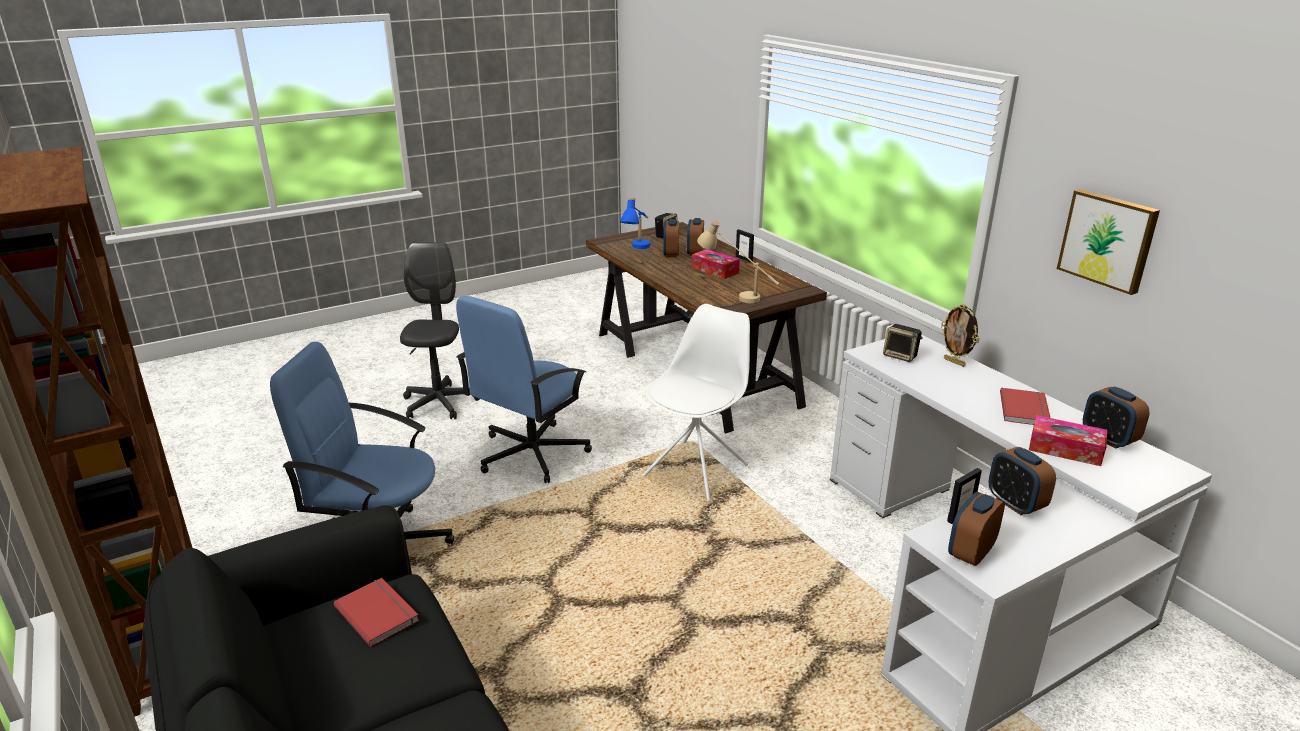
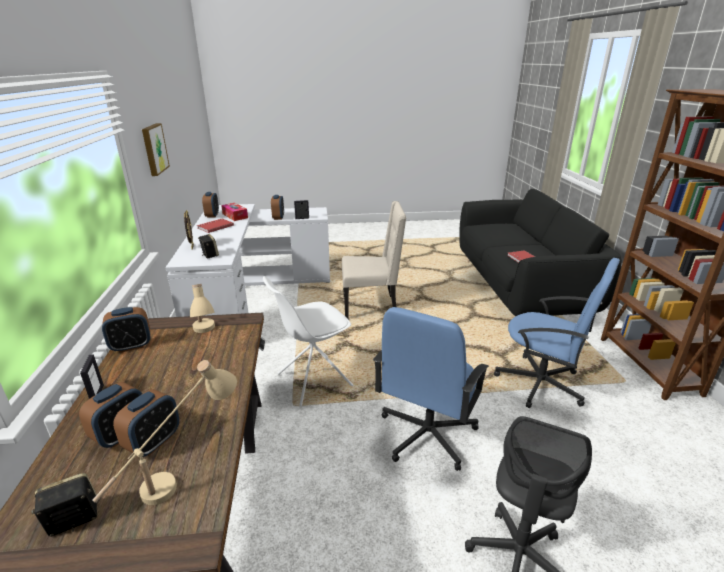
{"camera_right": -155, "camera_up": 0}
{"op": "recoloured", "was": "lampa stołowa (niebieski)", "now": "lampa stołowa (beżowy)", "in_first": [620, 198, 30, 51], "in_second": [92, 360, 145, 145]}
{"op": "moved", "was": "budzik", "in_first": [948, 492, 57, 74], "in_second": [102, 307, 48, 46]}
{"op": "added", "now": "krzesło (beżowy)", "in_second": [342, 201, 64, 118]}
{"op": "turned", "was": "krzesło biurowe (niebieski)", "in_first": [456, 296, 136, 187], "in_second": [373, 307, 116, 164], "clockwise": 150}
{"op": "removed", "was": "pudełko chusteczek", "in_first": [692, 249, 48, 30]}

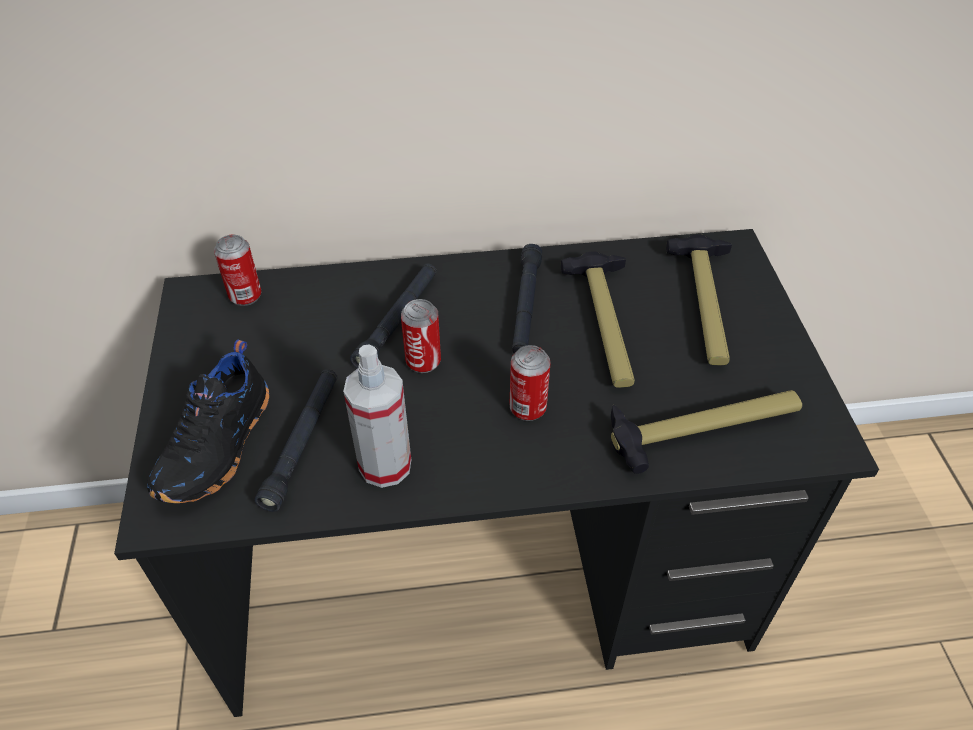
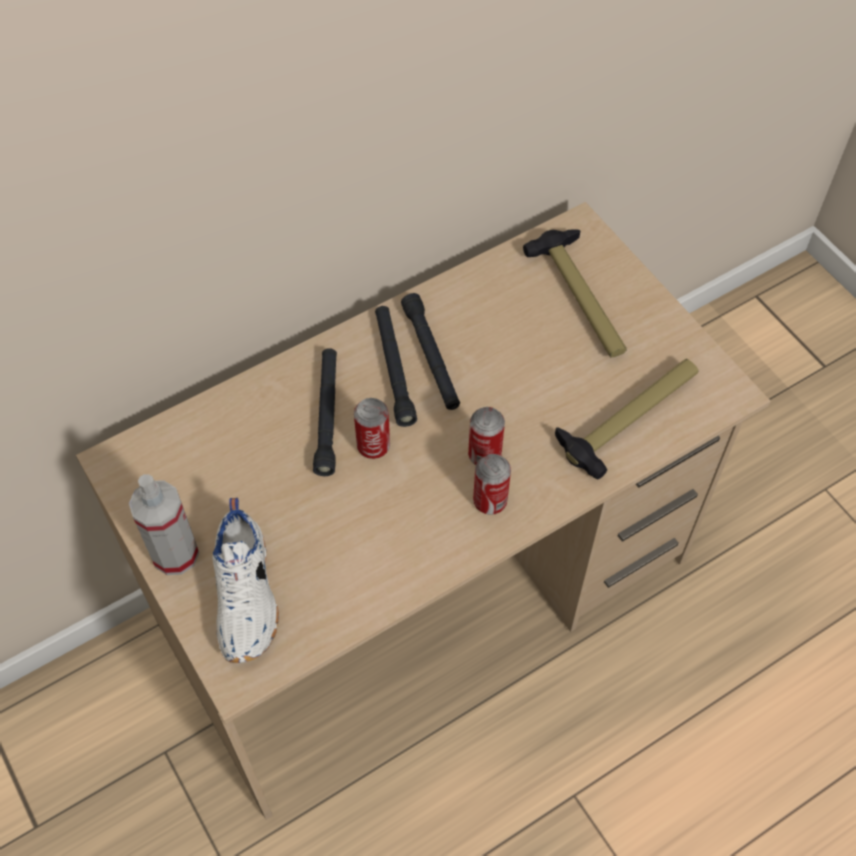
{"camera_right": -25, "camera_up": 10}
{"op": "recoloured", "was": "biurko (czarny)", "now": "biurko (beżowy)", "in_first": [114, 229, 765, 488], "in_second": [76, 202, 694, 618]}
{"op": "moved", "was": "spryskiwacz", "in_first": [343, 345, 68, 143], "in_second": [129, 474, 70, 101]}
{"op": "recoloured", "was": "but (czarny)", "now": "but (biały)", "in_first": [147, 339, 122, 164], "in_second": [212, 498, 67, 165]}
{"op": "moved", "was": "latarka (czarny)", "in_first": [254, 369, 84, 143], "in_second": [375, 306, 42, 121]}
{"op": "moved", "was": "puszka", "in_first": [214, 235, 48, 71], "in_second": [473, 454, 38, 61]}
{"op": "removed", "was": "młotek", "in_first": [561, 251, 74, 137]}

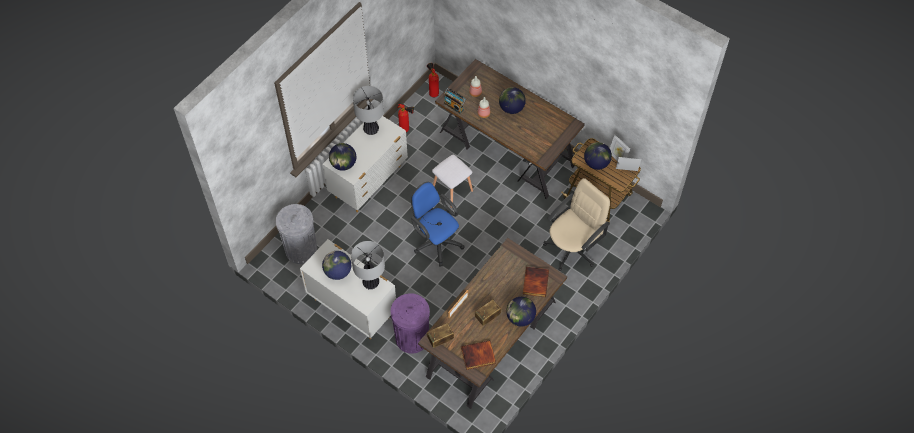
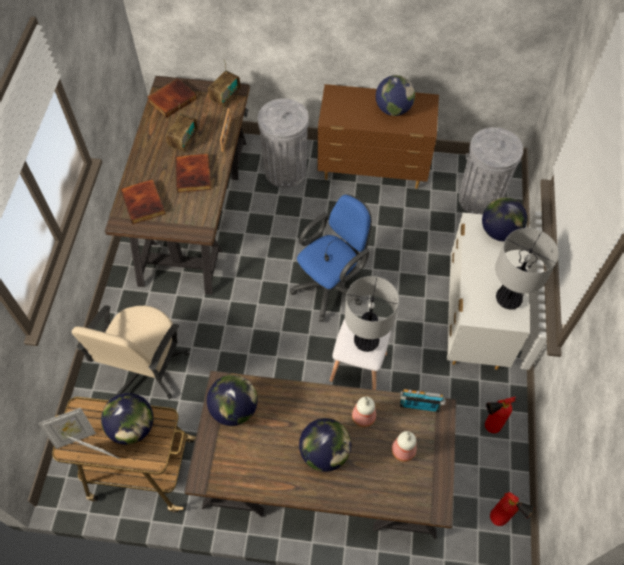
{"camera_right": 150, "camera_up": 0}
{"op": "added", "now": "książka", "in_second": [175, 154, 36, 39]}
{"op": "moved", "was": "globus", "in_first": [506, 297, 30, 29], "in_second": [207, 375, 51, 51]}
{"op": "recoloured", "was": "kosz na śmieci (fioletowy)", "now": "kosz na śmieci (szary)", "in_first": [391, 293, 39, 61], "in_second": [258, 98, 51, 90]}
{"op": "turned", "was": "krzesło biurowe (niebieski)", "in_first": [411, 182, 54, 84], "in_second": [290, 194, 81, 128], "clockwise": -60}
{"op": "recoloured", "was": "komoda (biały)", "now": "komoda (brązowy)", "in_first": [300, 239, 96, 101], "in_second": [317, 84, 122, 105]}
{"op": "moved", "was": "lampa stołowa", "in_first": [351, 241, 34, 48], "in_second": [345, 276, 54, 76]}

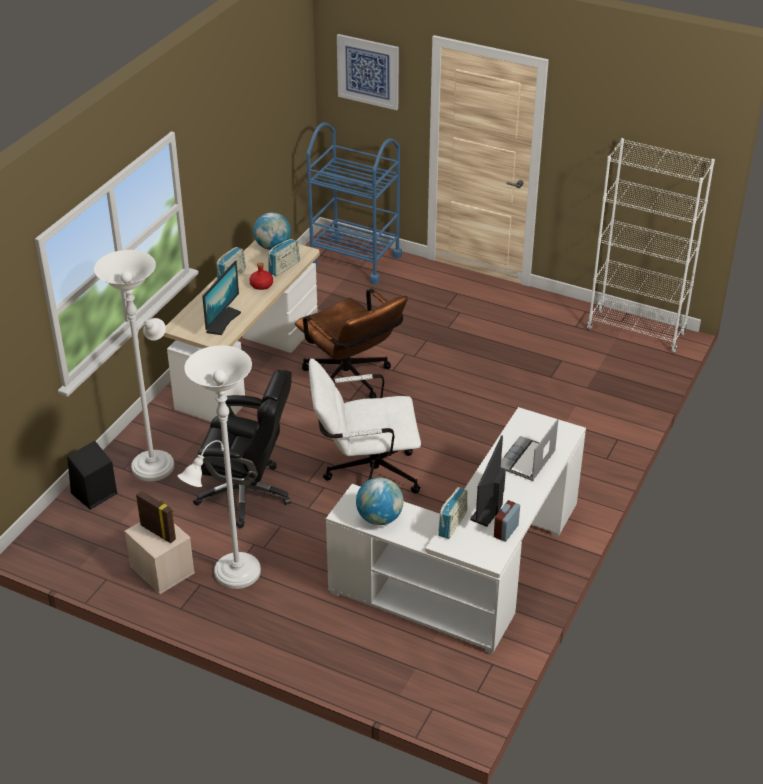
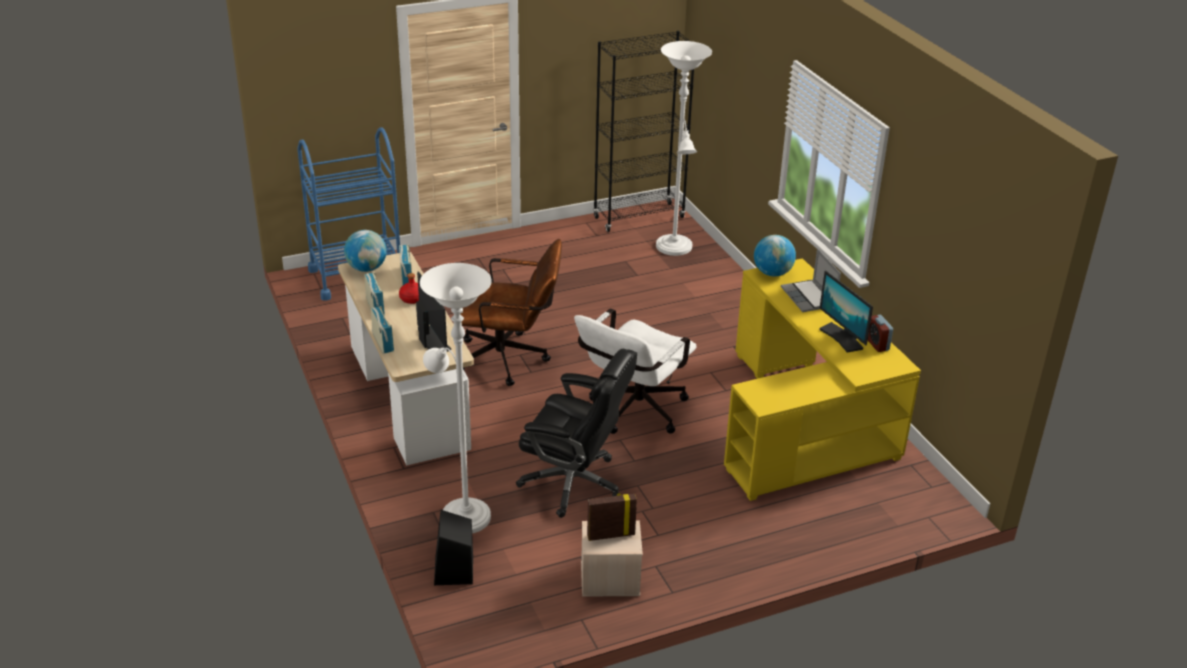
{"camera_right": -50, "camera_up": -5}
{"op": "moved", "was": "radio", "in_first": [438, 487, 29, 52], "in_second": [371, 306, 23, 48]}
{"op": "turned", "was": "krzesło biurowe (czarny)", "in_first": [193, 370, 99, 158], "in_second": [516, 349, 121, 169], "clockwise": 60}
{"op": "recoloured", "was": "regał (biały)", "now": "regał (czarny)", "in_first": [587, 138, 128, 215], "in_second": [593, 31, 101, 201]}
{"op": "moved", "was": "lampa stojąca (biały)", "in_first": [178, 345, 83, 244], "in_second": [656, 41, 56, 215]}
{"op": "recoloured", "was": "biurko (biały)", "now": "biurko (żółty)", "in_first": [326, 407, 260, 247], "in_second": [724, 258, 197, 243]}
{"op": "moved", "was": "globus", "in_first": [356, 478, 48, 47], "in_second": [754, 235, 42, 41]}
{"op": "removed", "was": "obraz", "in_first": [337, 34, 62, 76]}

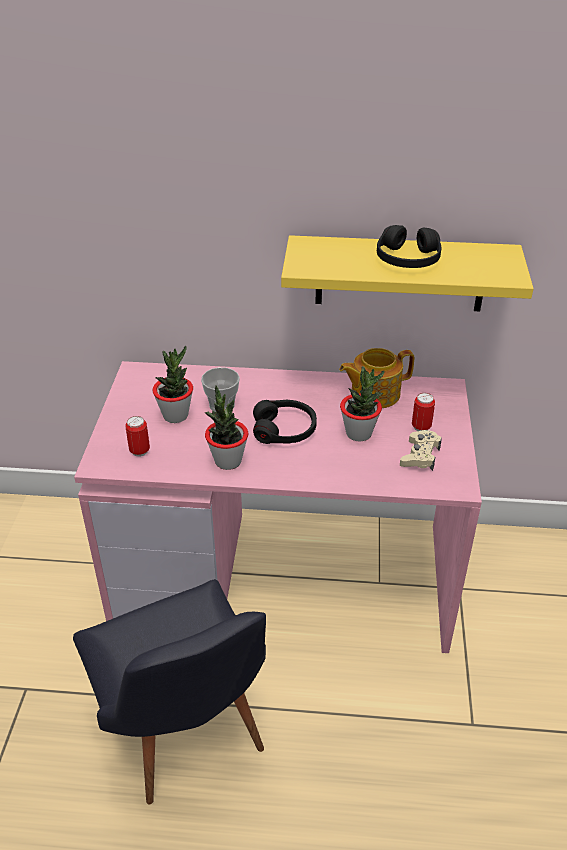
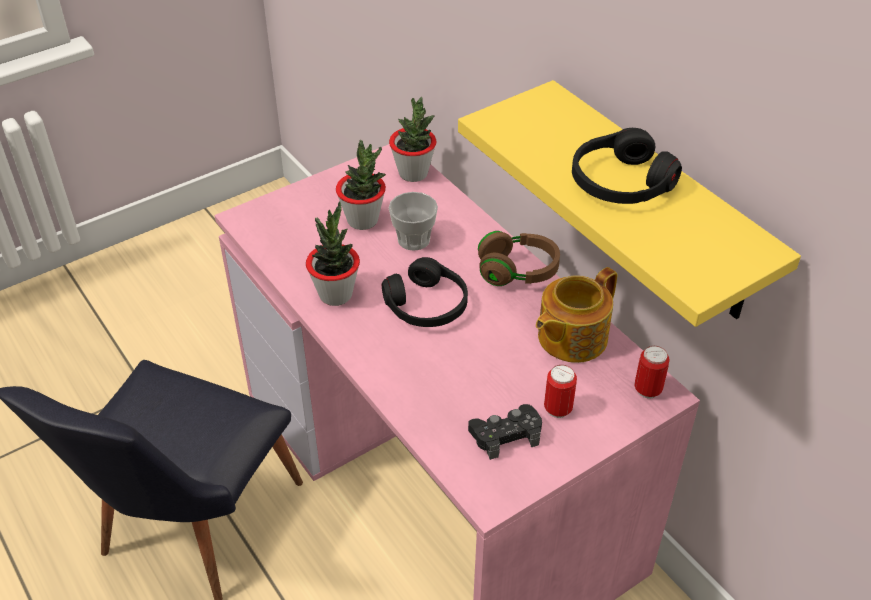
{"camera_right": 50, "camera_up": 5}
{"op": "moved", "was": "roślina doniczkowa", "in_first": [340, 366, 45, 75], "in_second": [389, 97, 47, 85]}
{"op": "recoloured", "was": "pad do gier (beżowy)", "now": "pad do gier (czarny)", "in_first": [400, 430, 42, 41], "in_second": [468, 404, 74, 56]}
{"op": "added", "now": "słuchawki (brązowy)", "in_second": [478, 231, 82, 55]}
{"op": "turned", "was": "imbryk", "in_first": [339, 348, 75, 60], "in_second": [536, 267, 81, 96], "clockwise": -75}
{"op": "moved", "was": "puszka", "in_first": [125, 416, 25, 41], "in_second": [635, 346, 35, 53]}

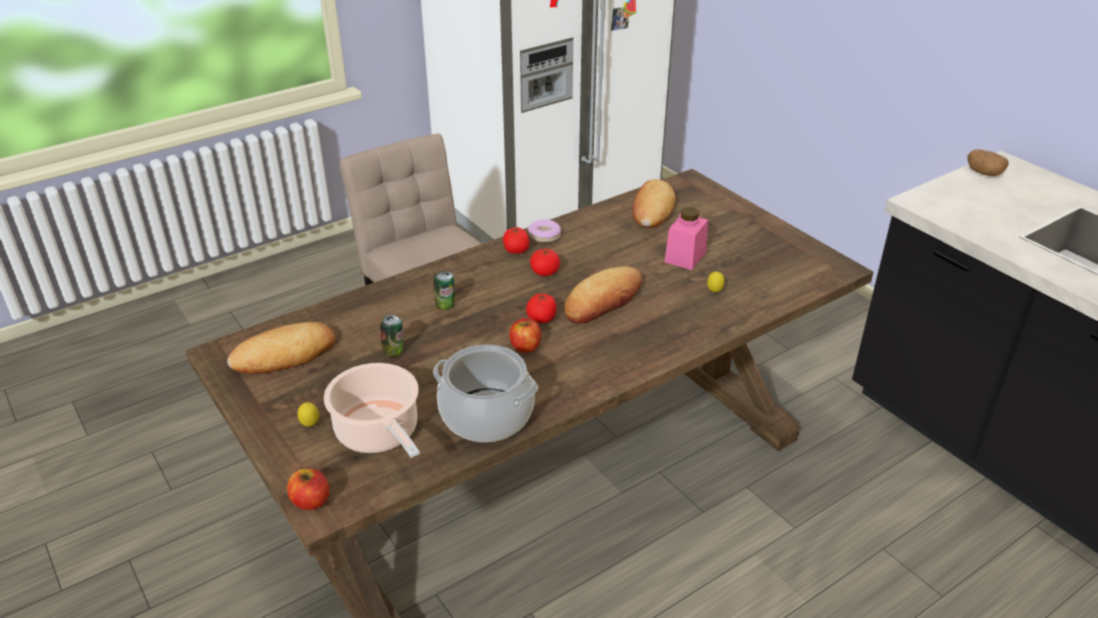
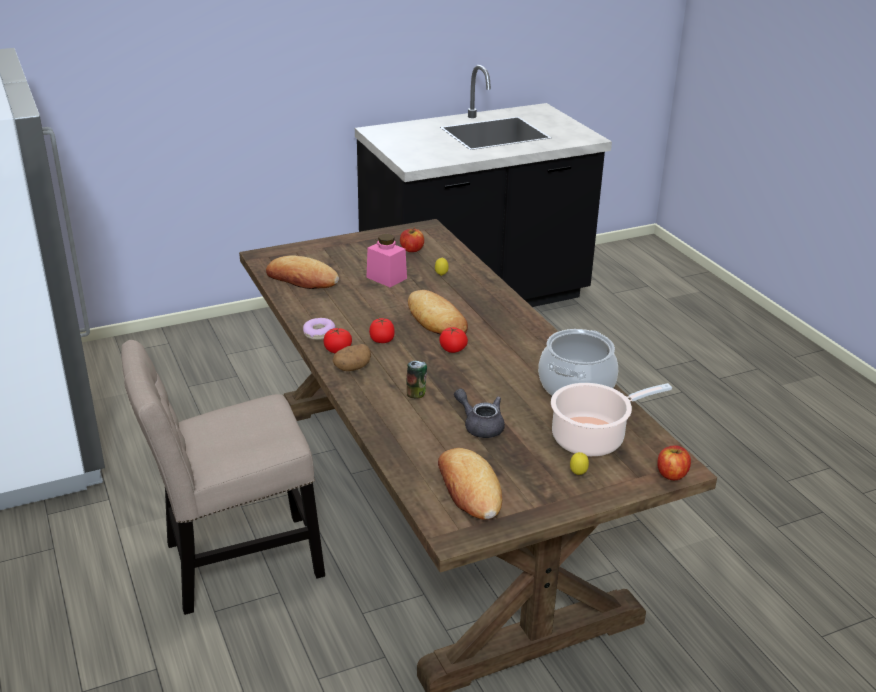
{"camera_right": -80, "camera_up": -5}
{"op": "moved", "was": "ziemniak", "in_first": [967, 149, 42, 27], "in_second": [333, 344, 38, 27]}
{"op": "moved", "was": "jabłko", "in_first": [509, 318, 32, 35], "in_second": [400, 227, 24, 25]}
{"op": "replaced", "was": "puszka", "now": "imbryk (szary)", "in_first": [380, 315, 24, 42], "in_second": [454, 389, 51, 49]}

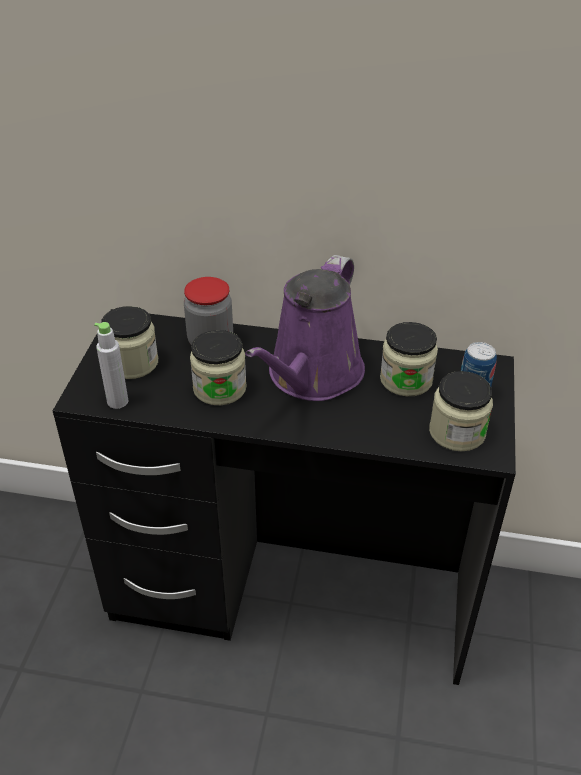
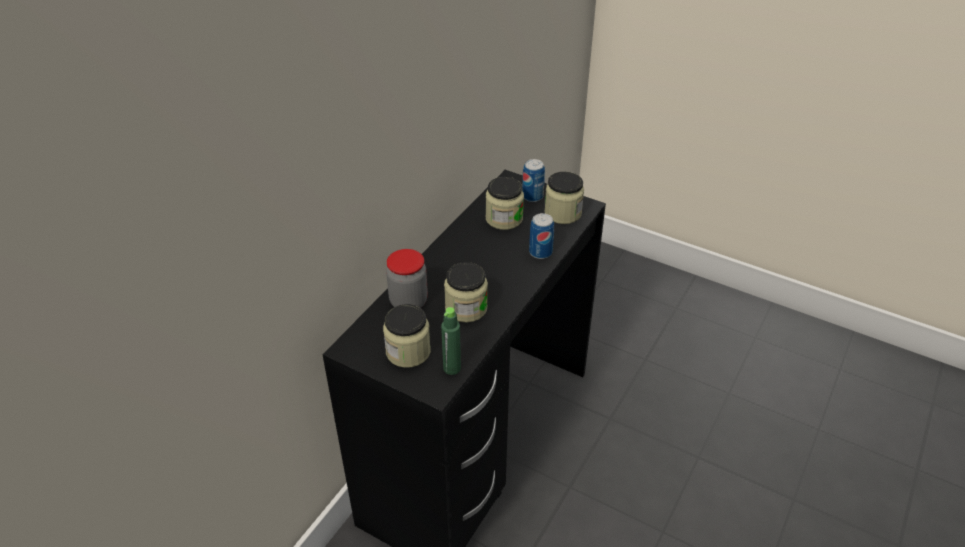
{"camera_right": -70, "camera_up": 0}
{"op": "recoloured", "was": "butelka (szary)", "now": "butelka (zielony)", "in_first": [94, 322, 34, 87], "in_second": [441, 307, 20, 68]}
{"op": "added", "now": "puszka", "in_second": [529, 213, 25, 46]}
{"op": "removed", "was": "konewka (fioletowy)", "in_first": [245, 255, 120, 146]}

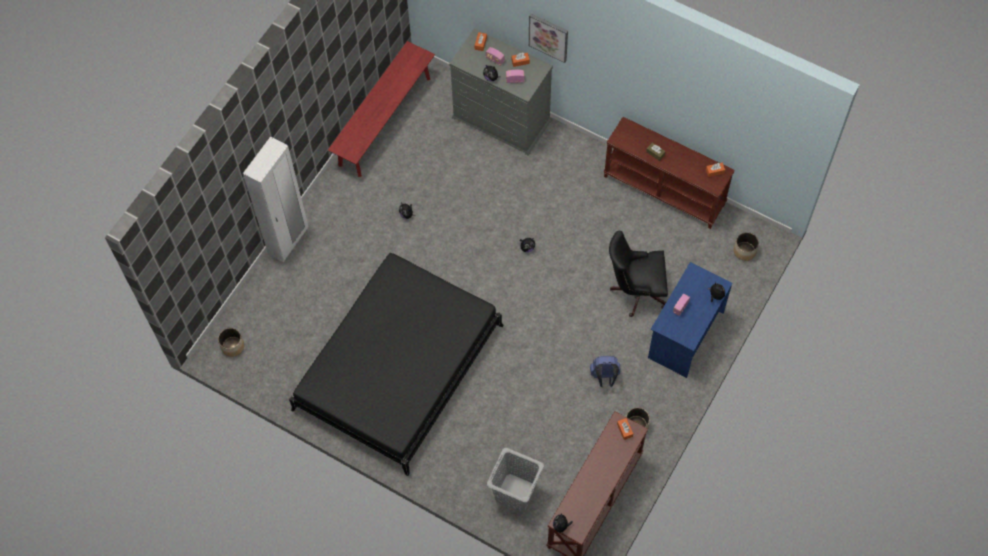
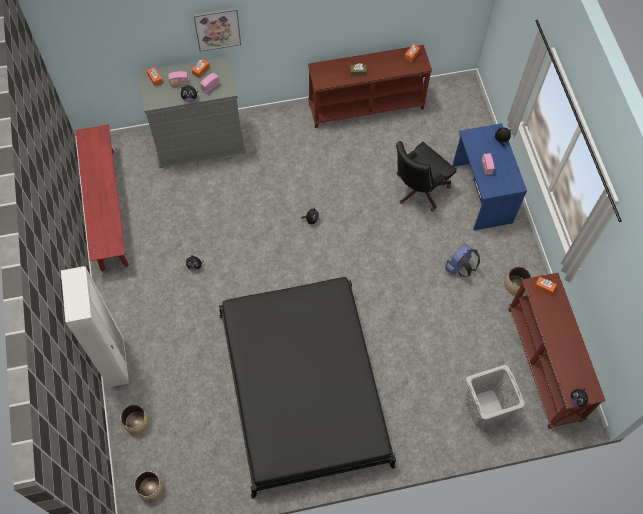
{"camera_right": -45, "camera_up": 0}
{"op": "moved", "was": "donica", "in_first": [734, 232, 25, 29], "in_second": [120, 404, 29, 30]}

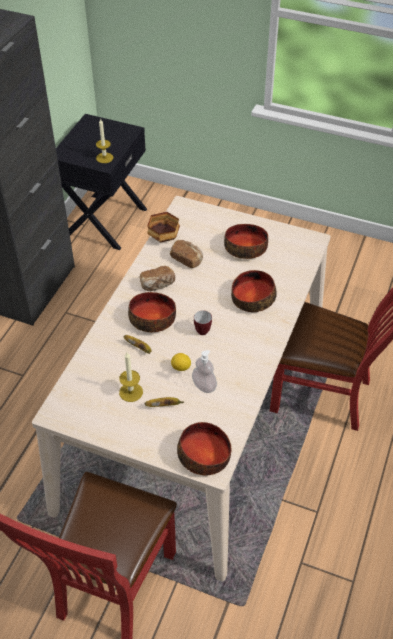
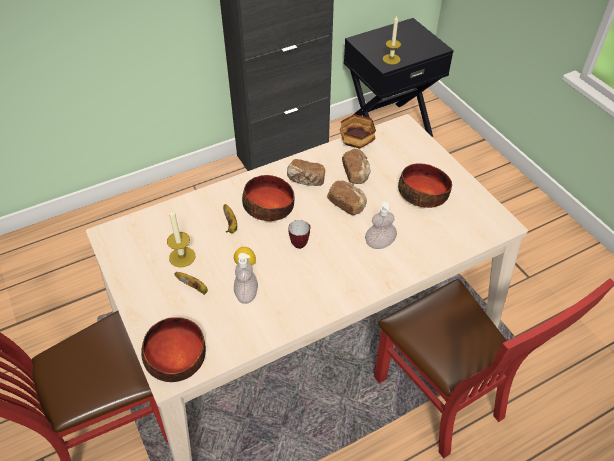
{"camera_right": 40, "camera_up": 0}
{"op": "added", "now": "chleb", "in_second": [327, 181, 40, 34]}
{"op": "replaced", "was": "miska", "now": "dozownik mydła", "in_first": [231, 270, 46, 42], "in_second": [365, 202, 32, 47]}

